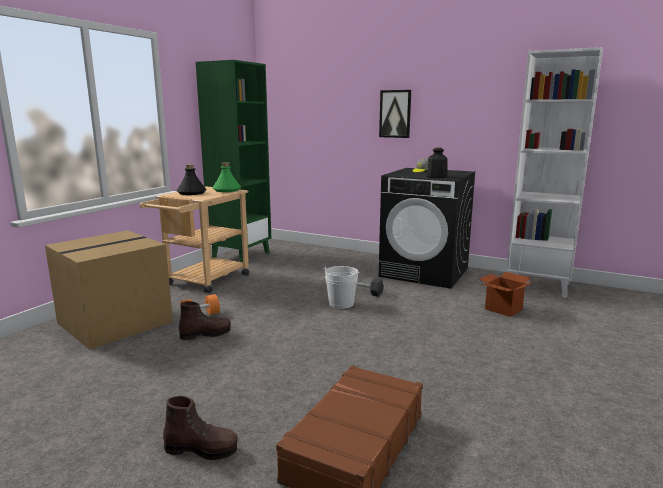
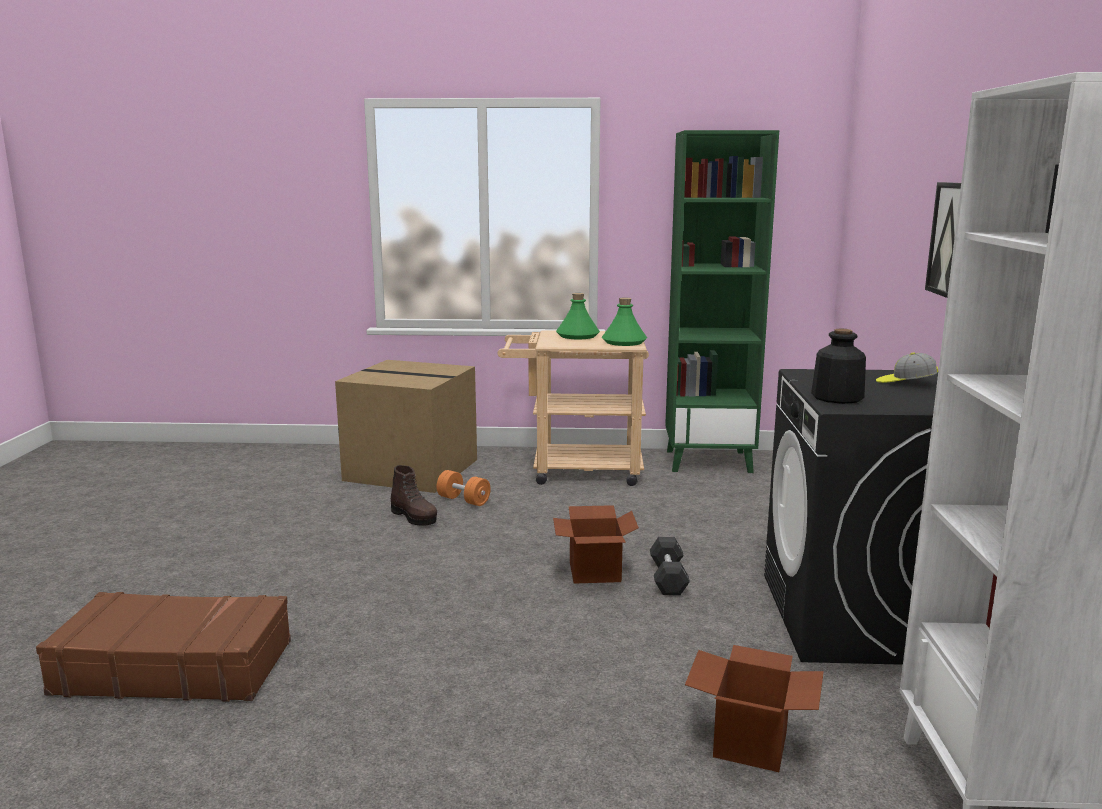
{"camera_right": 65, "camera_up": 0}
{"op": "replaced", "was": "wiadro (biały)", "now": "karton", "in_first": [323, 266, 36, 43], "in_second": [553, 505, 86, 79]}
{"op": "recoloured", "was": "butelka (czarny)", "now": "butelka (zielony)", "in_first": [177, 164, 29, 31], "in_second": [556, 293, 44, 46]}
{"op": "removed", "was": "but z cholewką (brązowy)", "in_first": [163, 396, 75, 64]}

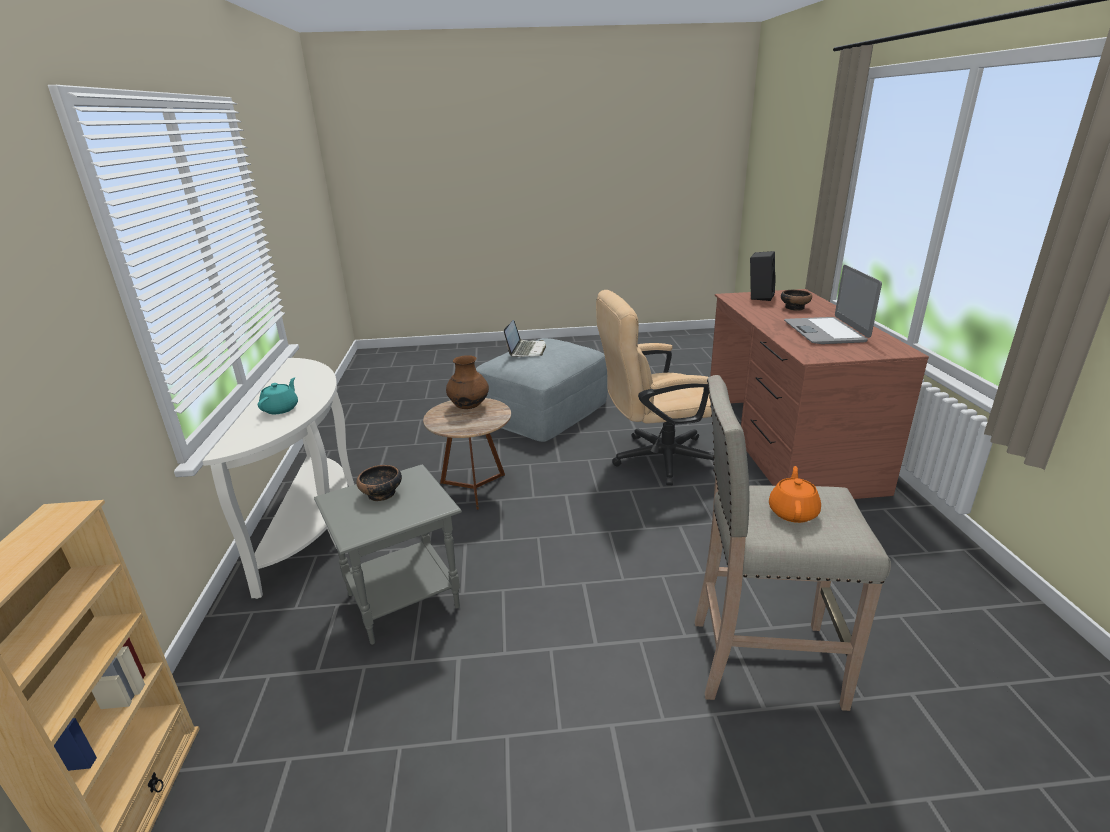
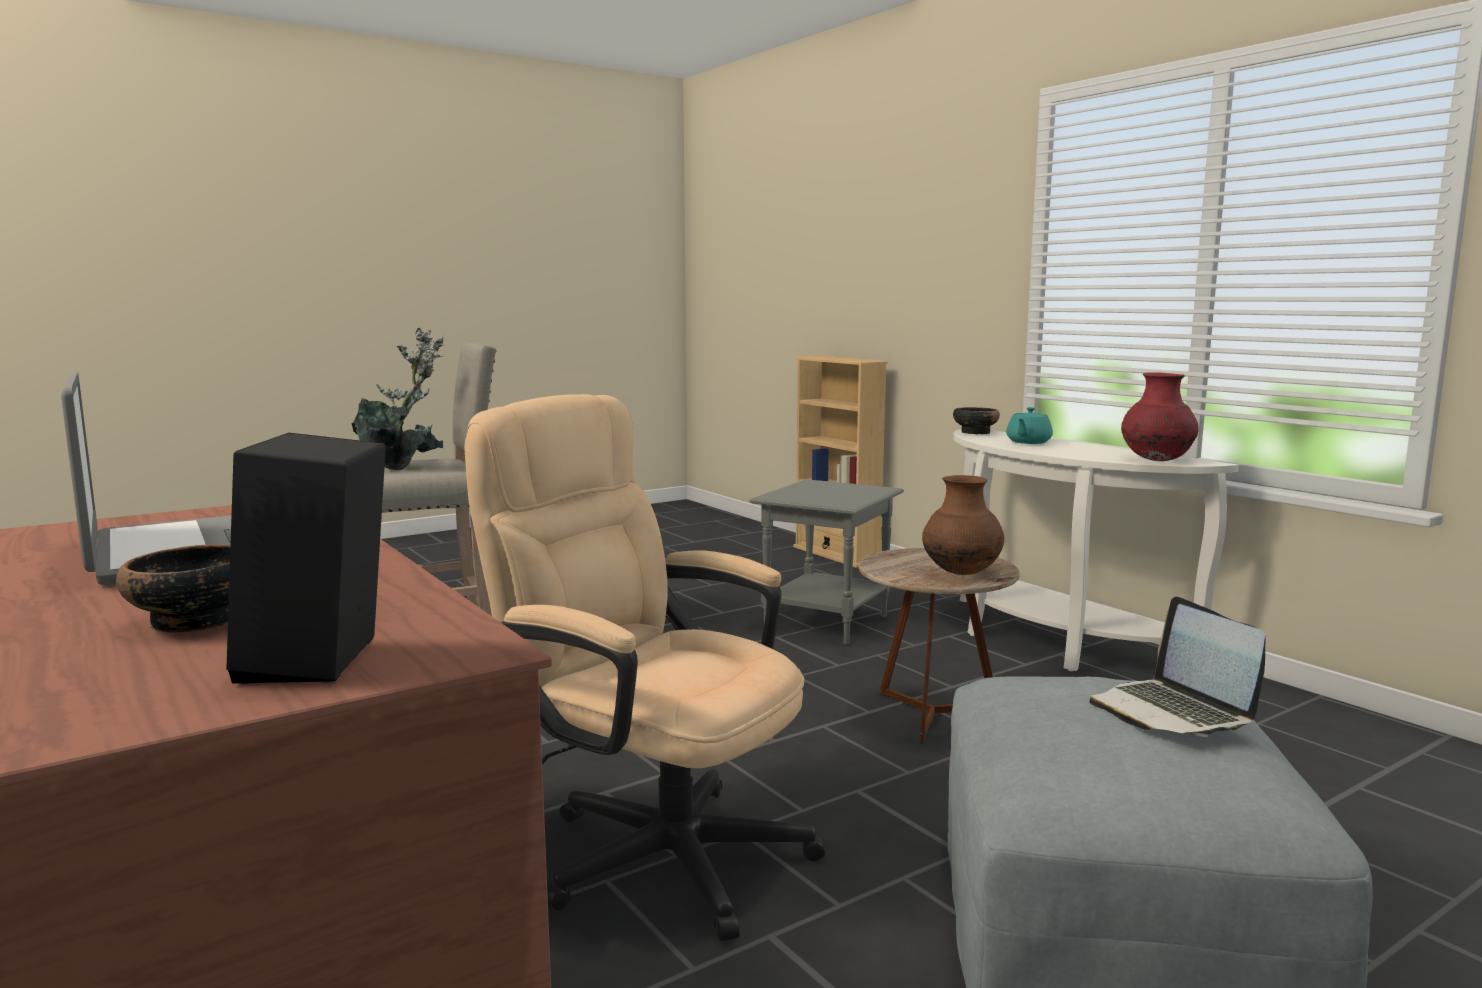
{"camera_right": 150, "camera_up": -15}
{"op": "replaced", "was": "imbryk (pomarańczowy)", "now": "roślina doniczkowa", "in_first": [769, 466, 52, 57], "in_second": [352, 328, 92, 142]}
{"op": "turned", "was": "krzesło biurowe (beżowy)", "in_first": [596, 290, 118, 195], "in_second": [464, 394, 361, 547], "clockwise": -105}
{"op": "moved", "was": "miska", "in_first": [356, 465, 46, 36], "in_second": [953, 407, 47, 27]}
{"op": "turned", "was": "imbryk (turkusowy)", "in_first": [258, 377, 40, 37], "in_second": [1006, 407, 47, 37], "clockwise": 45}
{"op": "added", "now": "wazon (czerwony)", "in_second": [1121, 372, 78, 89]}

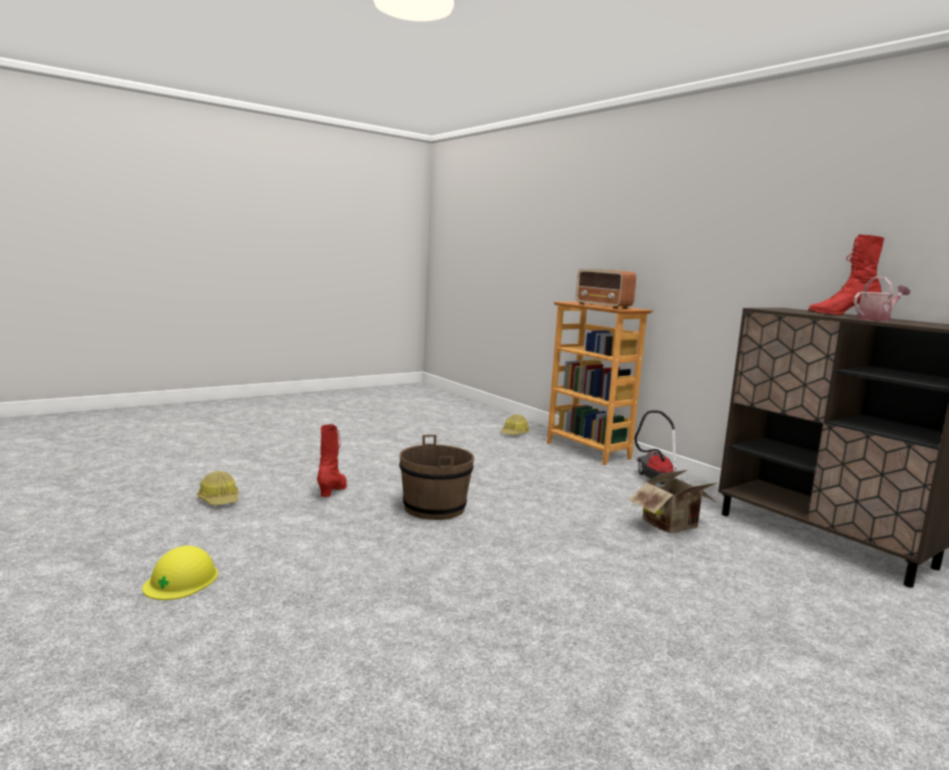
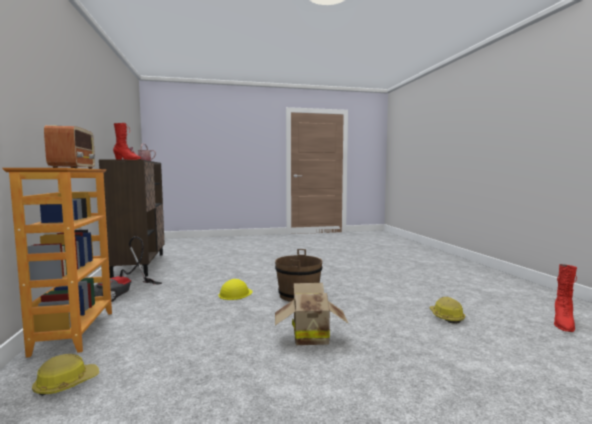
{"camera_right": -155, "camera_up": -5}
{"op": "moved", "was": "kask (żółty)", "in_first": [142, 546, 76, 54], "in_second": [218, 279, 35, 21]}
{"op": "moved", "was": "karton", "in_first": [628, 470, 91, 63], "in_second": [275, 283, 74, 62]}
{"op": "moved", "was": "but z cholewką (czerwony)", "in_first": [317, 424, 30, 73], "in_second": [554, 264, 23, 68]}

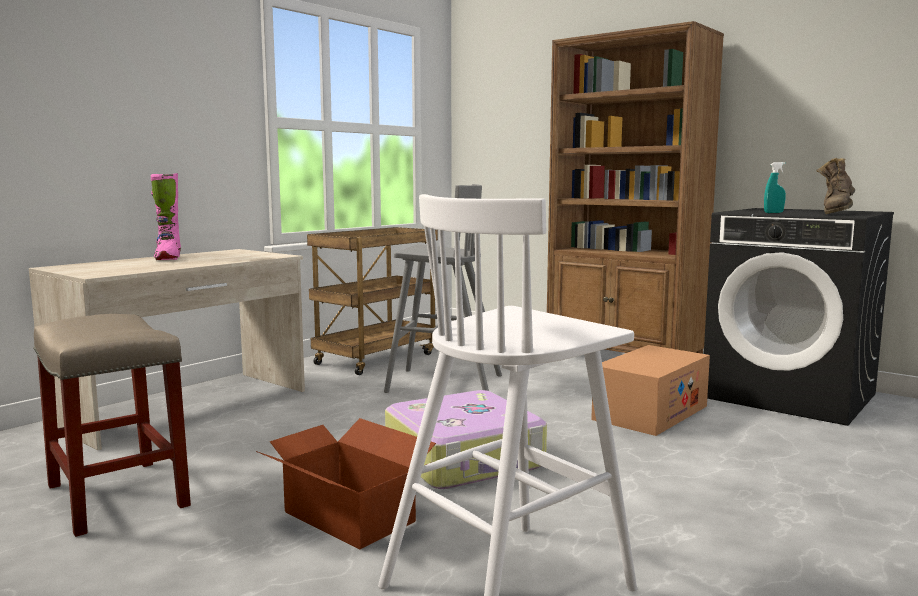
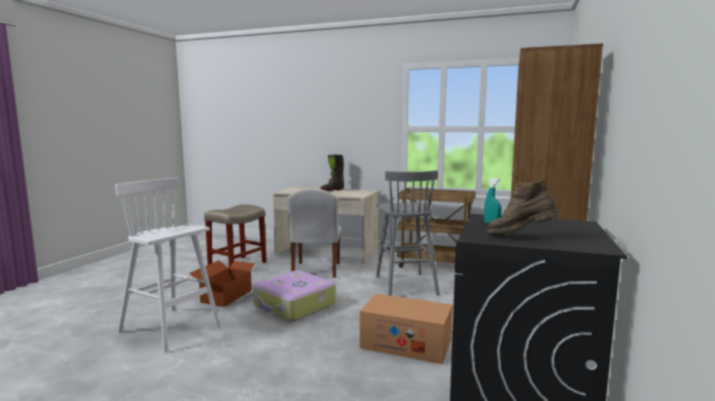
{"camera_right": 70, "camera_up": 0}
{"op": "added", "now": "krzesło (biały)", "in_second": [287, 189, 54, 89]}
{"op": "recoloured", "was": "but z cholewką (różowy)", "now": "but z cholewką (czarny)", "in_first": [151, 173, 30, 87], "in_second": [320, 154, 24, 37]}

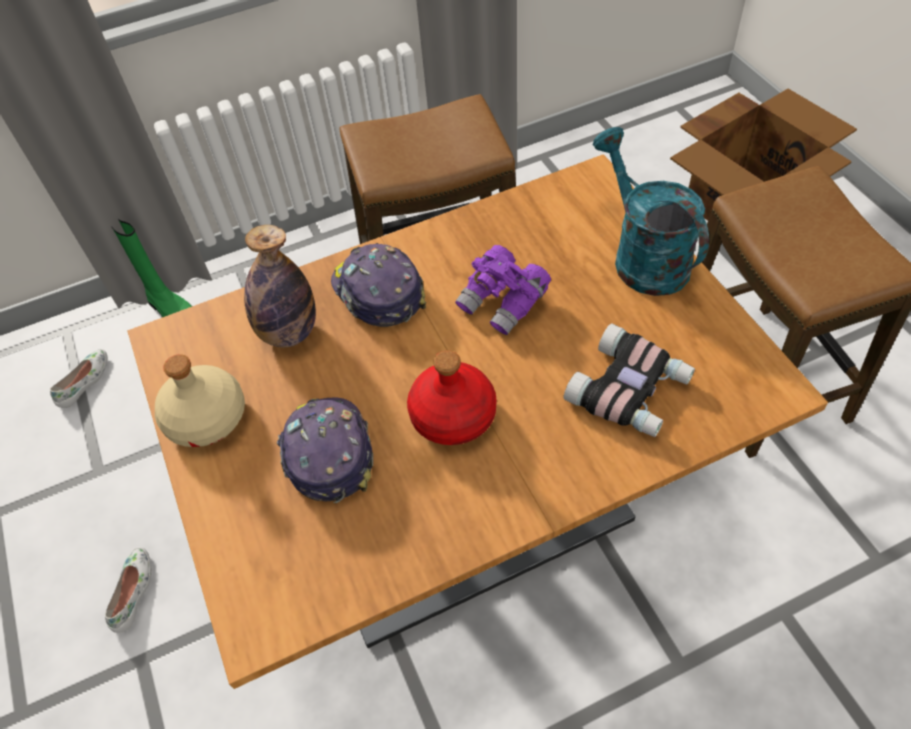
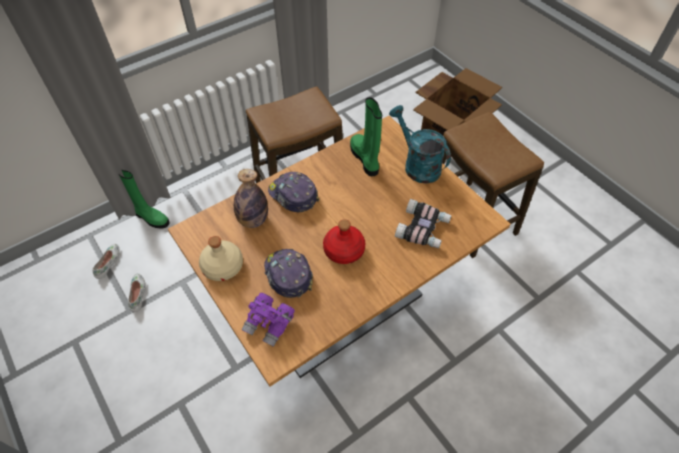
{"camera_right": -15, "camera_up": 0}
{"op": "moved", "was": "but (biały)", "in_first": [105, 547, 46, 86], "in_second": [128, 273, 18, 39]}
{"op": "moved", "was": "lornetka (fioletowy)", "in_first": [455, 245, 96, 90], "in_second": [241, 293, 54, 54]}
{"op": "added", "now": "but z cholewką (zielony)", "in_second": [350, 97, 32, 79]}

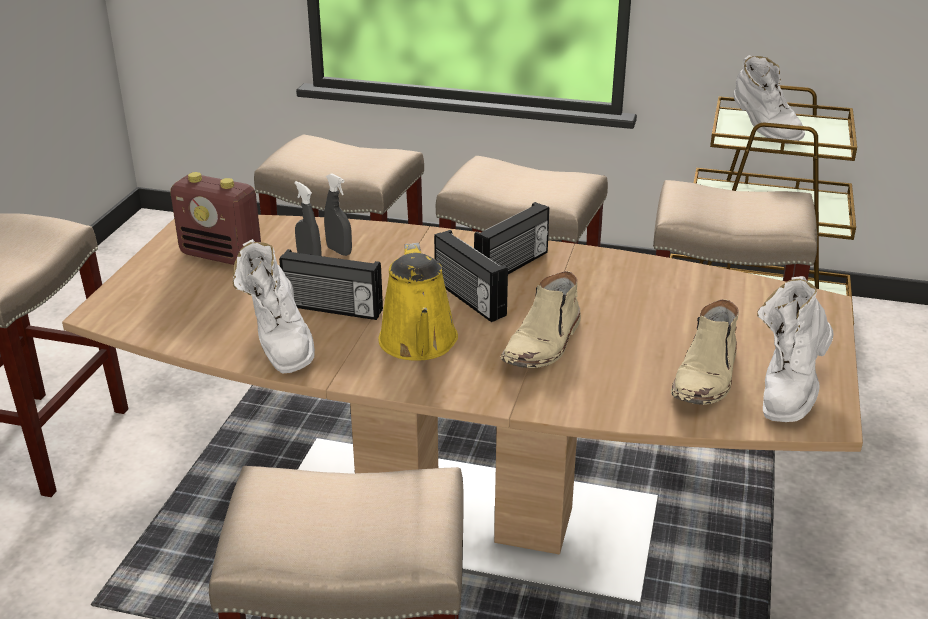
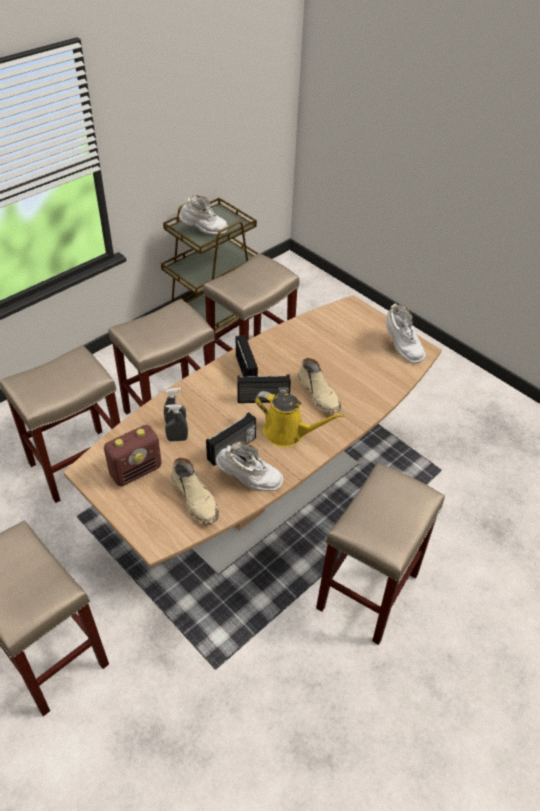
{"camera_right": -60, "camera_up": 15}
{"op": "moved", "was": "but z cholewką (beżowy)", "in_first": [671, 299, 68, 106], "in_second": [171, 458, 48, 66]}

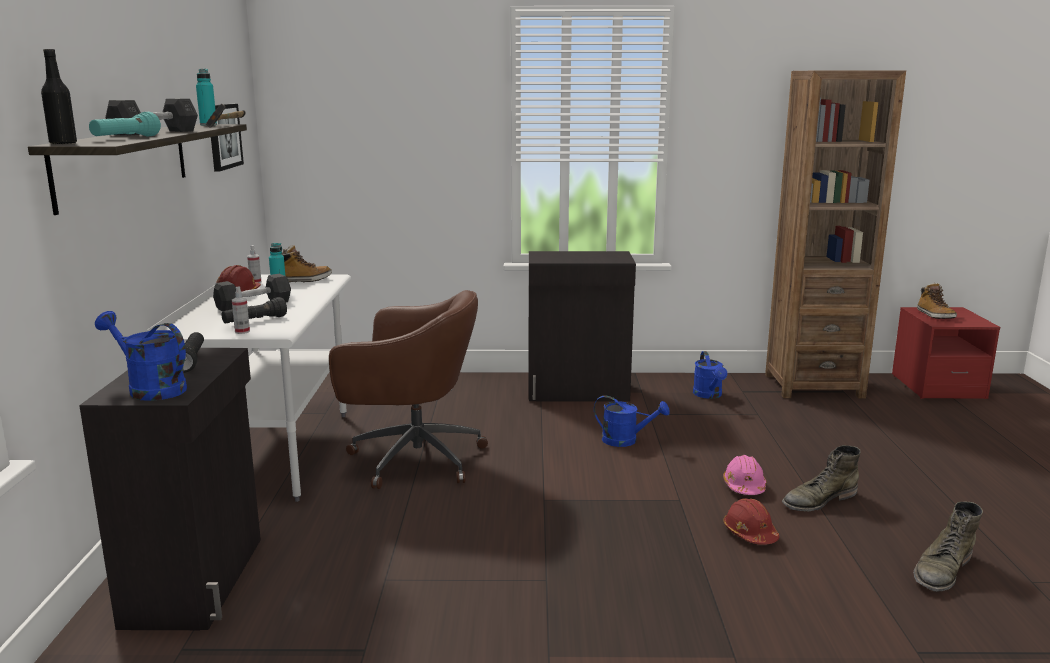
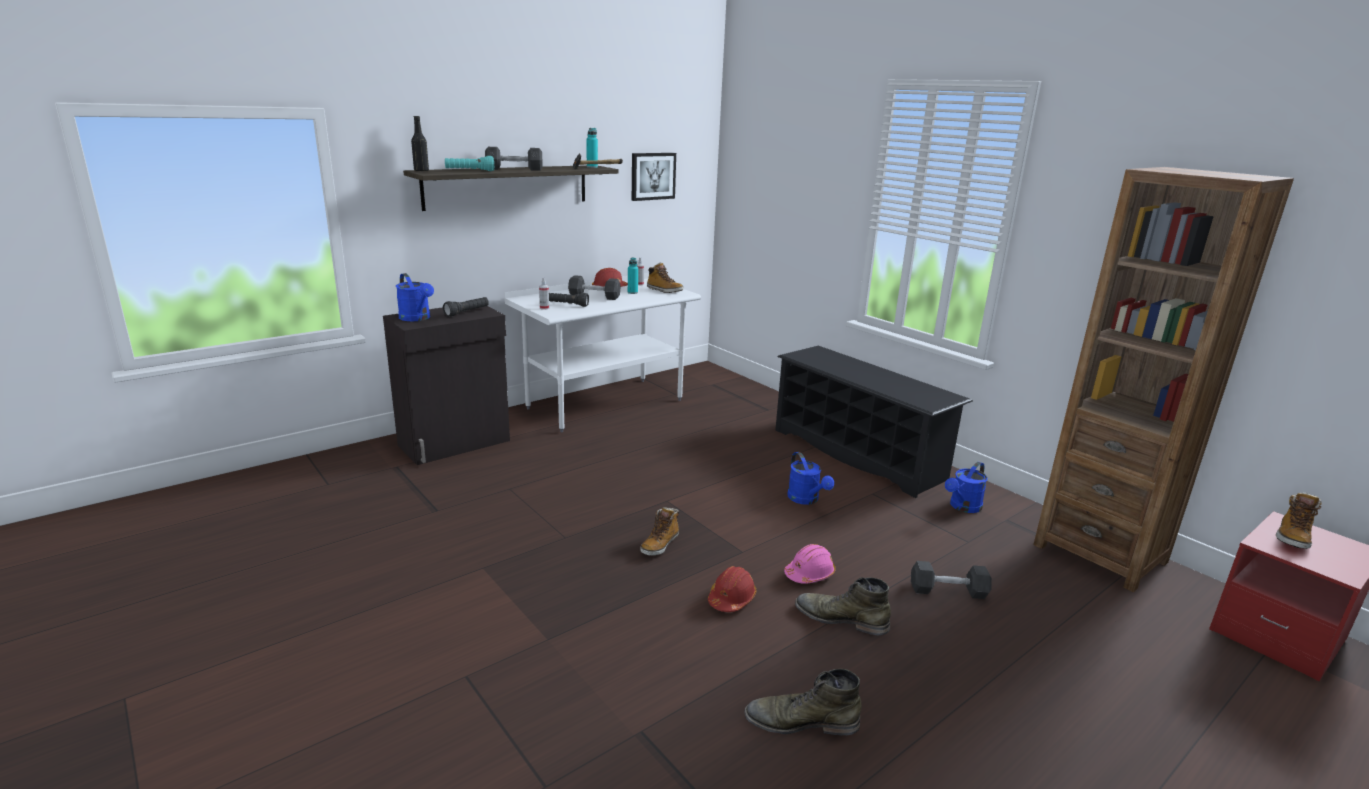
{"camera_right": 50, "camera_up": 5}
{"op": "turned", "was": "konewka (niebieski)", "in_first": [95, 311, 92, 90], "in_second": [396, 273, 38, 48], "clockwise": 150}
{"op": "added", "now": "but z cholewką", "in_second": [640, 507, 39, 49]}
{"op": "replaced", "was": "szafka (czarny)", "now": "regał na buty (czarny)", "in_first": [529, 251, 107, 151], "in_second": [775, 346, 198, 152]}
{"op": "added", "now": "hantel (szary)", "in_second": [911, 561, 81, 38]}
{"op": "removed", "was": "krzesło biurowe (brązowy)", "in_first": [329, 290, 159, 199]}

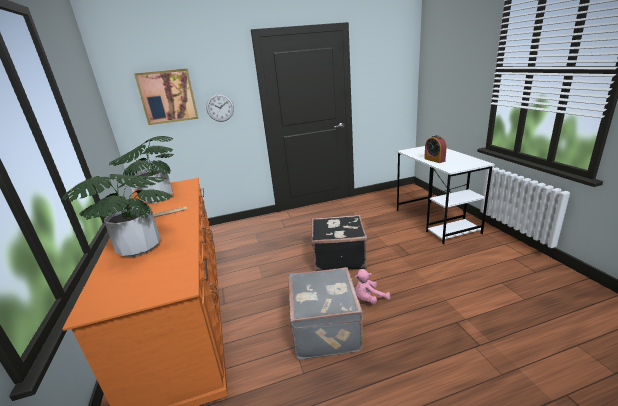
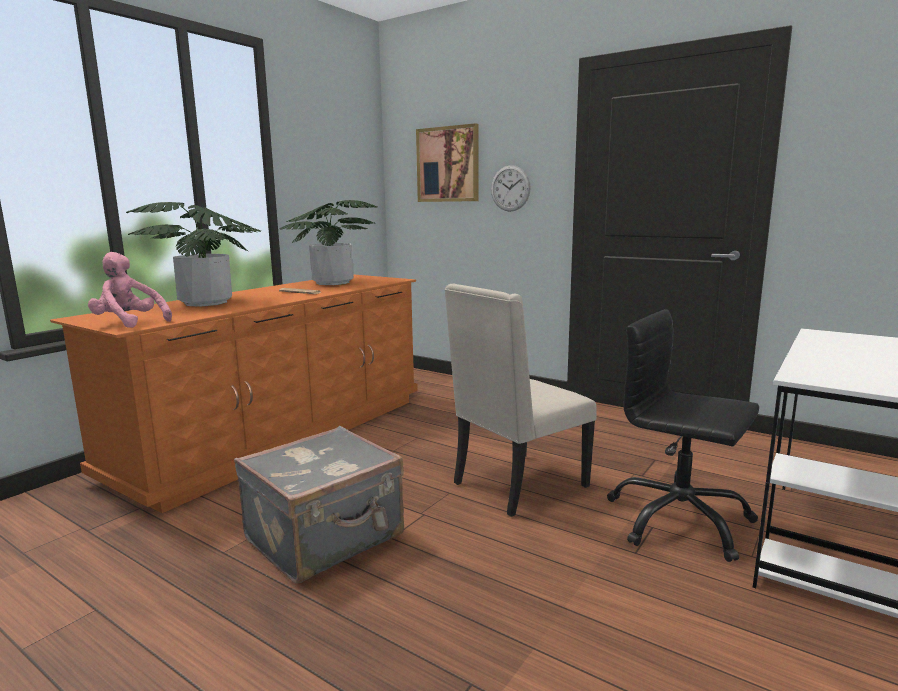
{"camera_right": 50, "camera_up": -10}
{"op": "moved", "was": "pluszak (różowy)", "in_first": [355, 269, 35, 35], "in_second": [88, 252, 84, 76]}
{"op": "replaced", "was": "walizka (czarny)", "now": "krzesło (beżowy)", "in_first": [312, 215, 55, 56], "in_second": [444, 284, 153, 233]}
{"op": "added", "now": "krzesło biurowe (czarny)", "in_second": [607, 309, 152, 253]}
{"op": "removed", "was": "budzik", "in_first": [424, 135, 23, 28]}

